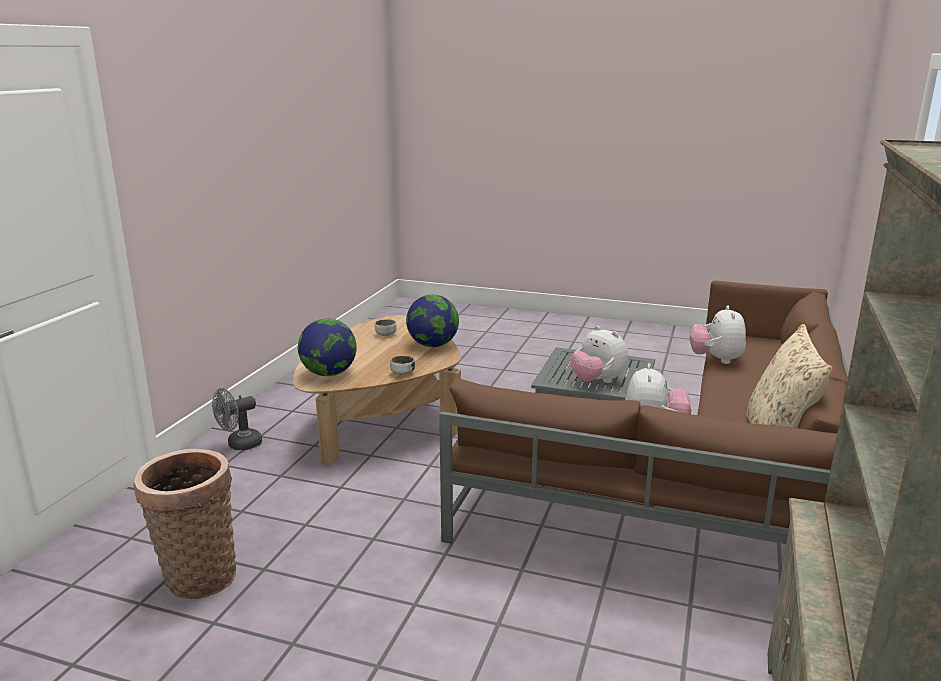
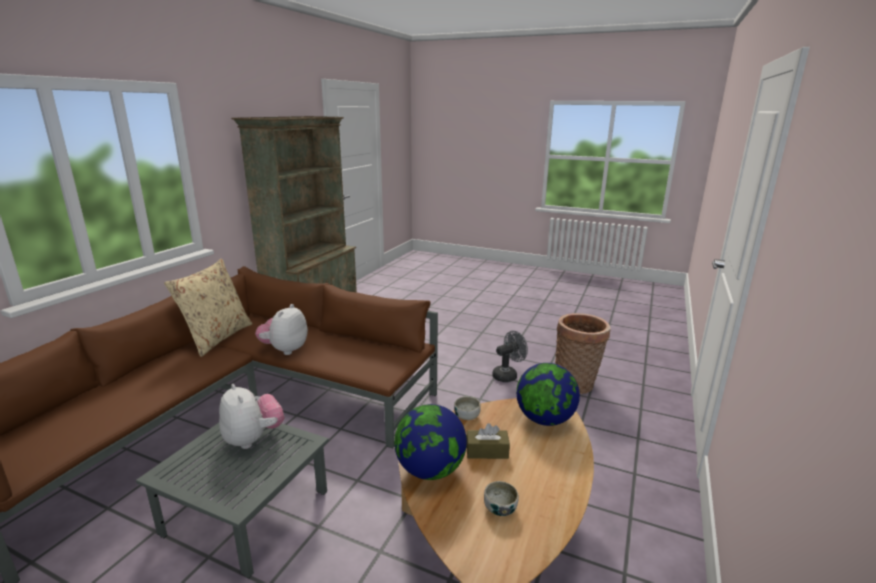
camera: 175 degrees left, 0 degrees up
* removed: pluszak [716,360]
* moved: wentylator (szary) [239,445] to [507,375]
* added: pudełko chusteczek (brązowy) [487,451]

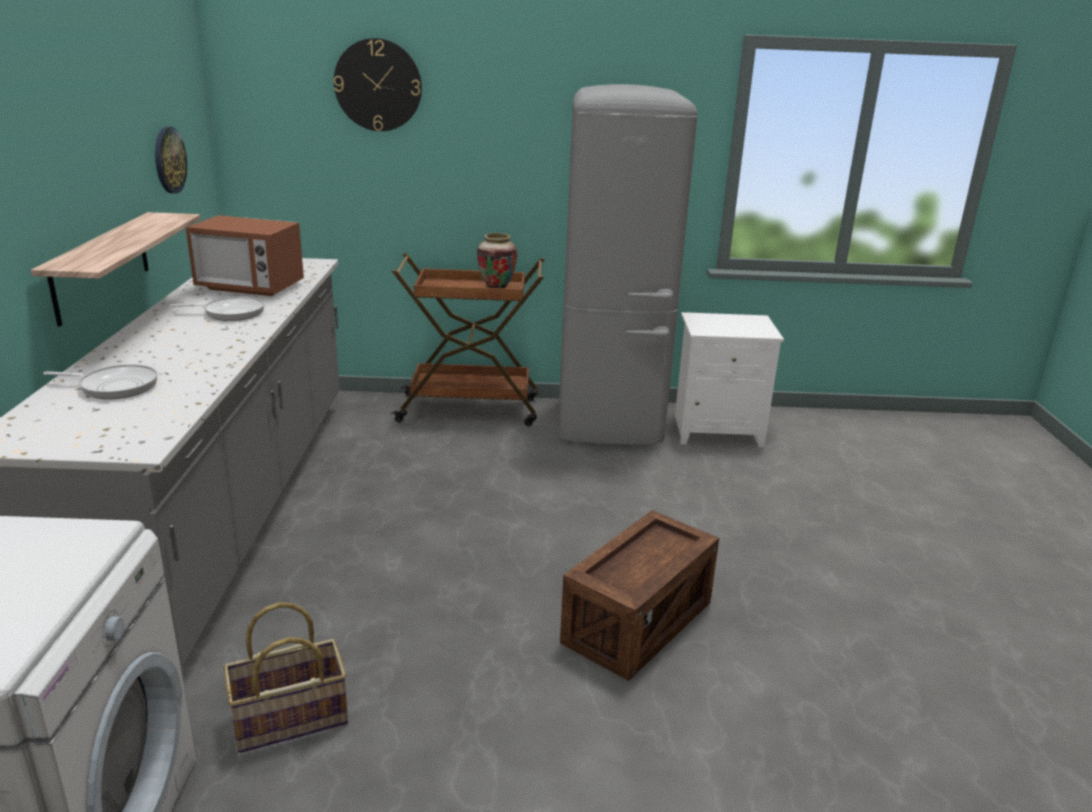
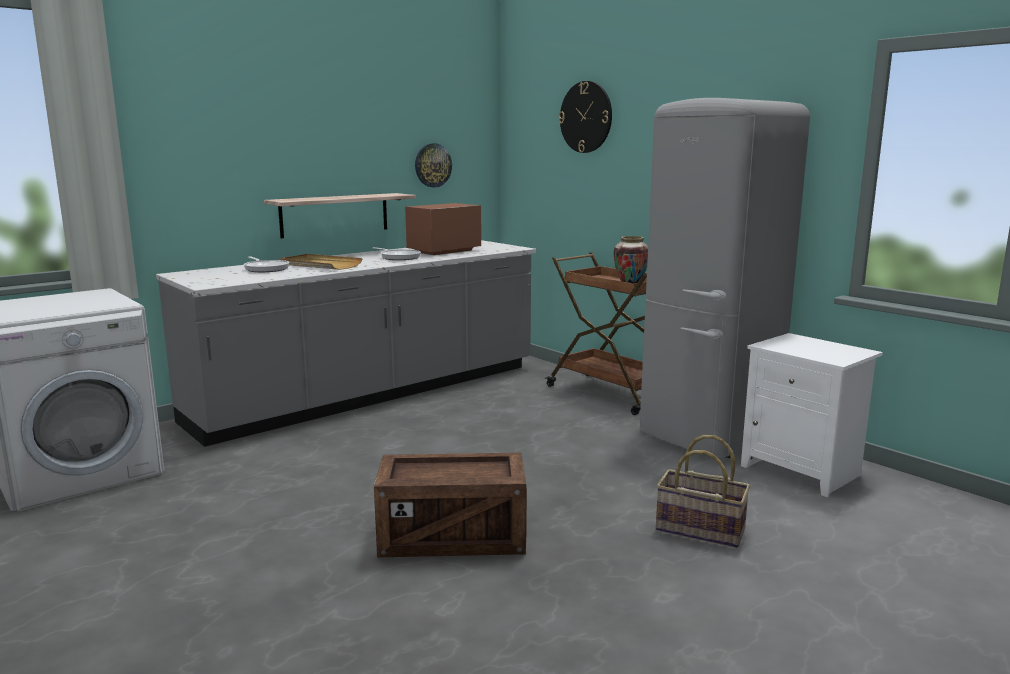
camera: 50 degrees right, 10 degrees down
* turned: mikrofalówka [250,287] = [444,251] 75 degrees clockwise
* moved: koszyk [290,720] to [699,530]
* added: taca (beżowy) [319,265]

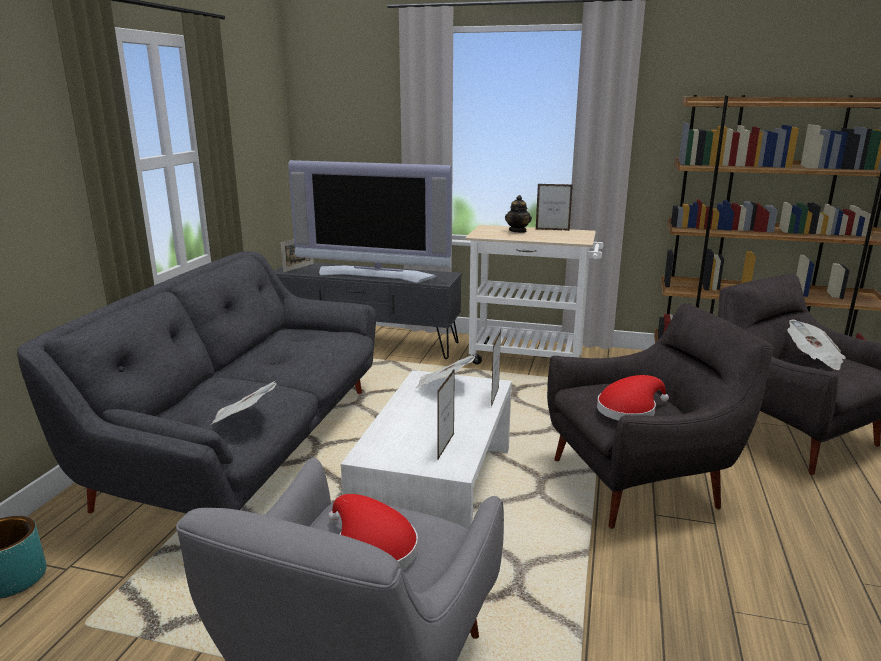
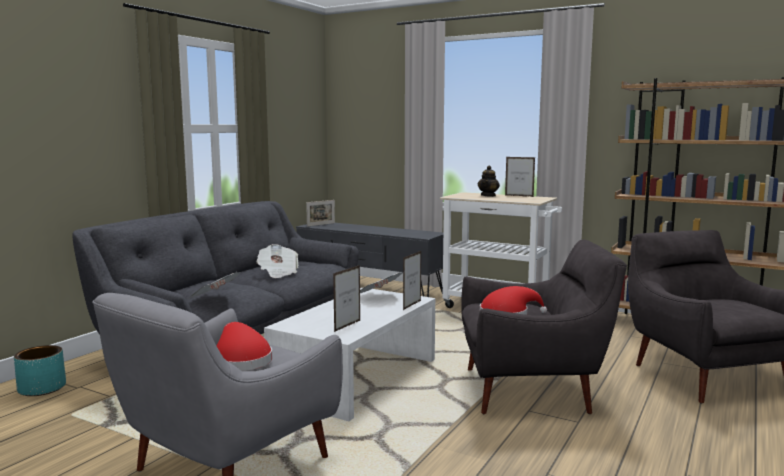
camera: 15 degrees right, 10 degrees down
* removed: telewizor [375,274]
* moved: gazeta [813,359] to [278,273]

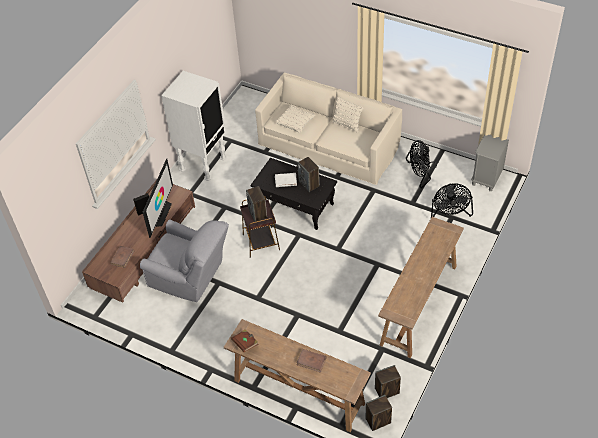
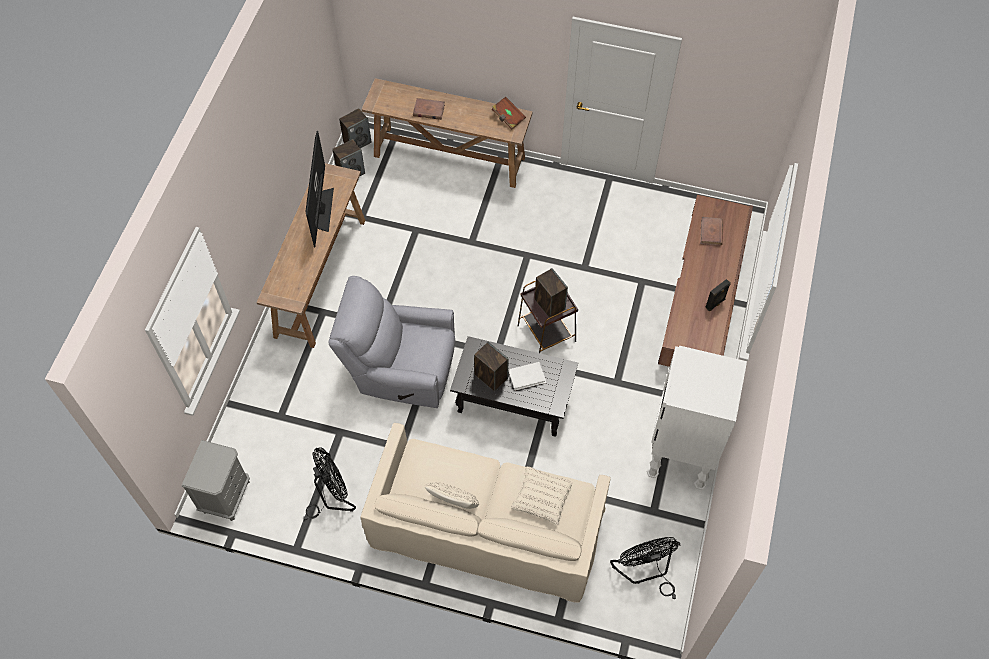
camera: 165 degrees right, 10 degrees up
* moved: telewizor [161,213] to [322,209]
* moved: wentylator (czarny) [448,212] to [648,570]
* moved: fotel (szary) [191,278] to [400,369]

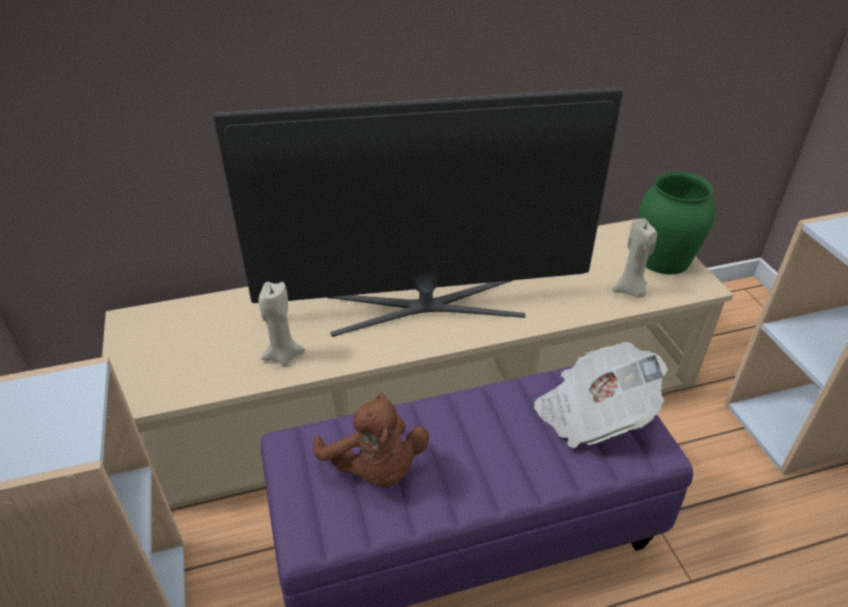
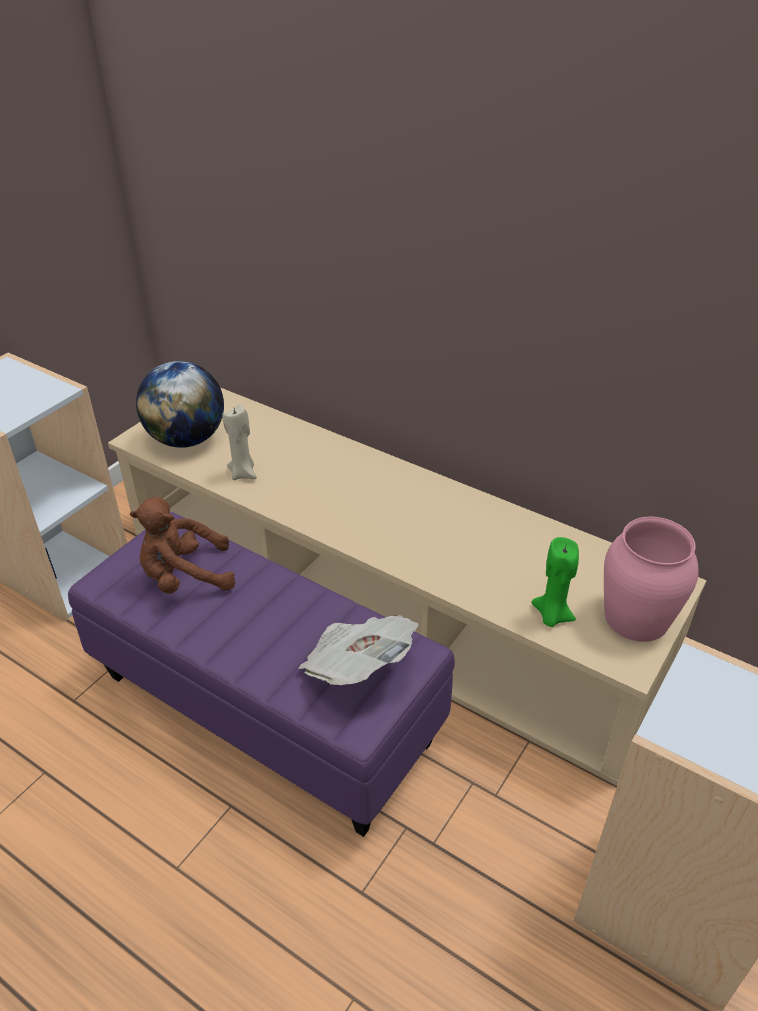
camera: 50 degrees right, 0 degrees up
* removed: telewizor [425,305]
* recoloured: wazon (zielony) [664,259] to wazon (różowy) [636,618]
* recoloured: świeca (beżowy) [630,291] to świeca (zielony) [551,616]
* turned: pluszak (brązowy) [375,469] = [185,577] 60 degrees clockwise
* added: globus [186,439]

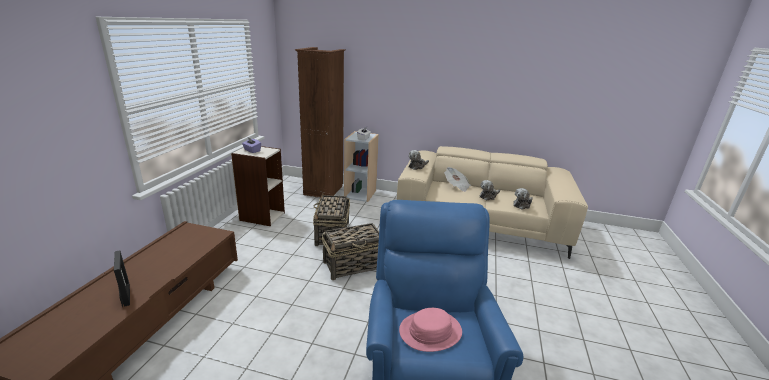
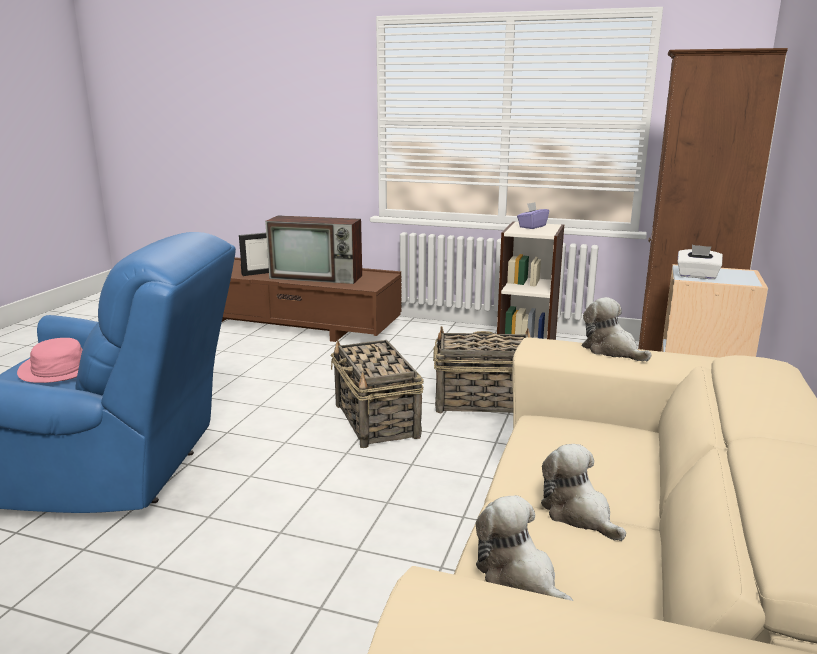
camera: 95 degrees right, 5 degrees down
* removed: gazeta [456,186]
* added: telewizor [318,277]

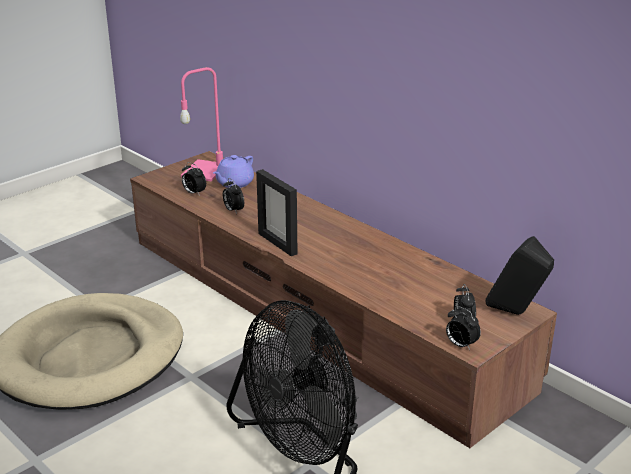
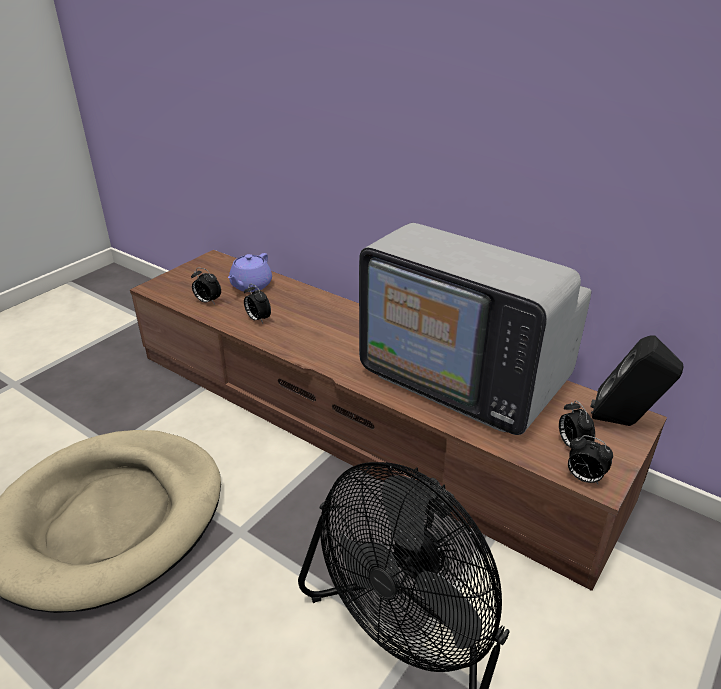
camera: 10 degrees left, 5 degrees up
* removed: lampa stołowa (różowy) [204,170]
* removed: ramka na zdjęcie [278,243]
* added: telewizor [464,378]

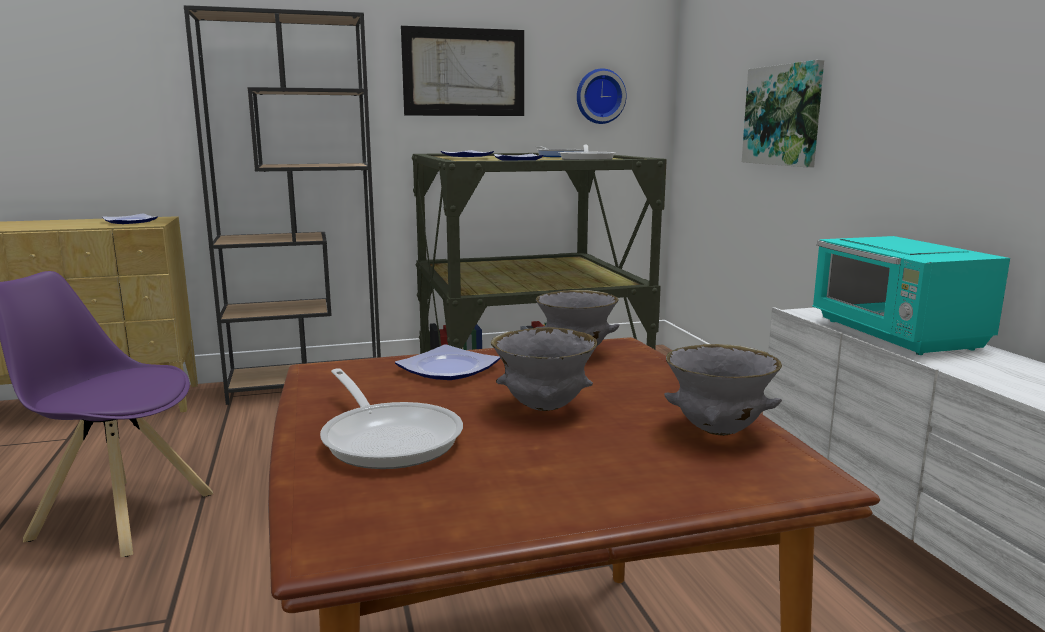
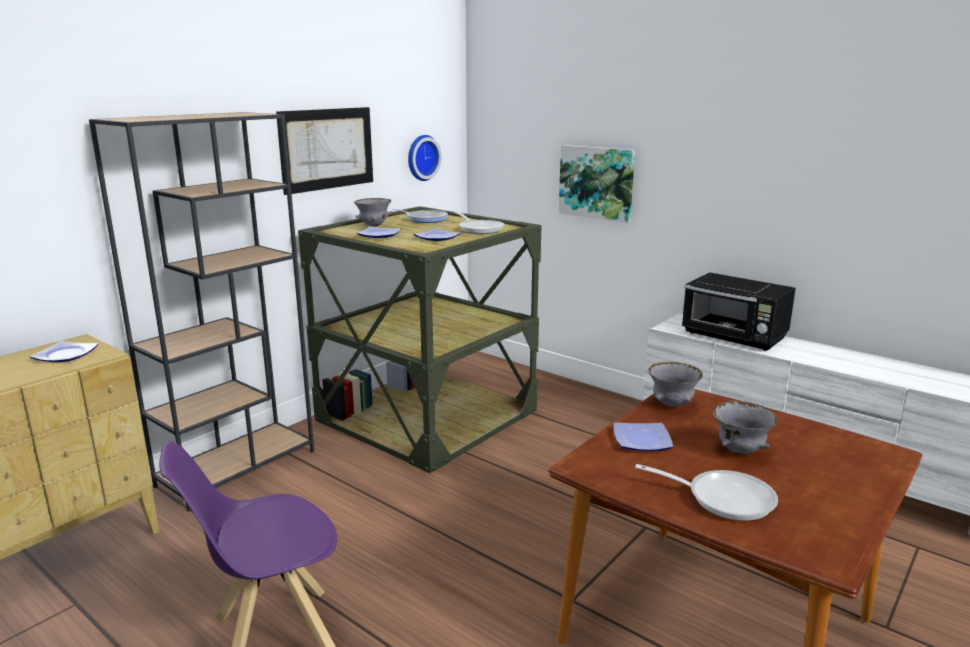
camera: 35 degrees left, 5 degrees up
* recoloured: mikrofalówka (turkusowy) [896,335] to mikrofalówka (czarny) [734,337]
* moved: miska (szary) [719,431] to [374,225]

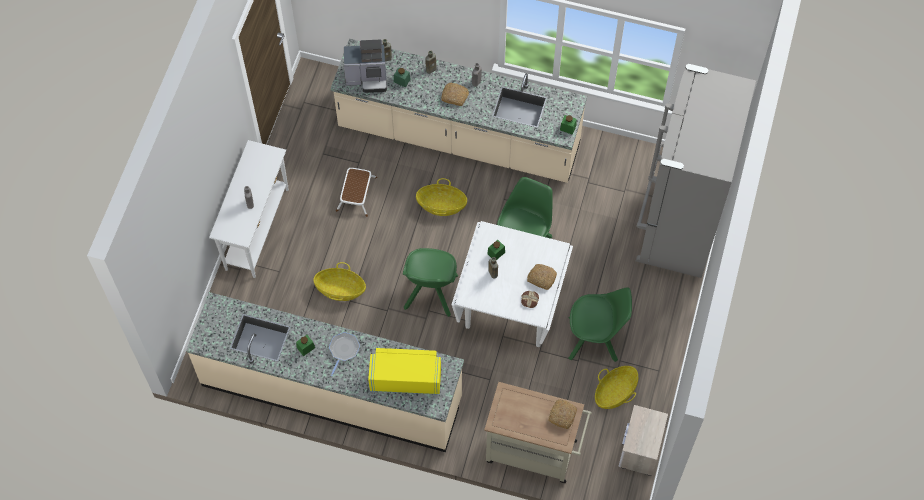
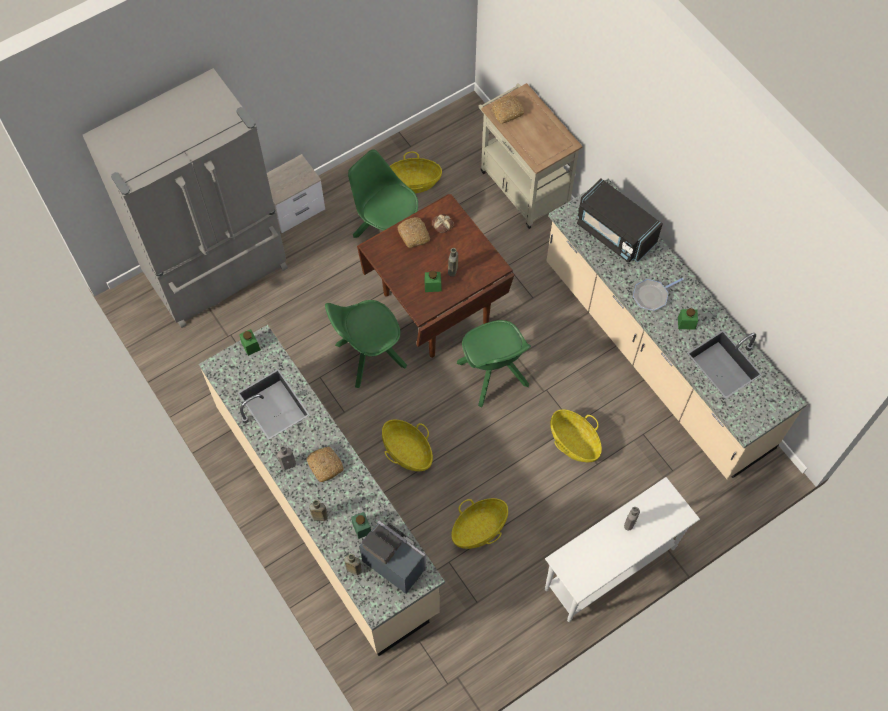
camera: 140 degrees left, 0 degrees up
* replaced: drabinka (brązowy) [357,194] to koszyk [479,528]
* recoloured: stół jadalny (biały) [510,309] to stół jadalny (brązowy) [435,308]
* turned: krzesło (zielony) [430,293] = [493,376] 105 degrees clockwise
* recoloured: mikrofalówka (żółty) [406,379] to mikrofalówka (czarny) [614,233]
* moved: szafka nocna [639,450] to [295,209]

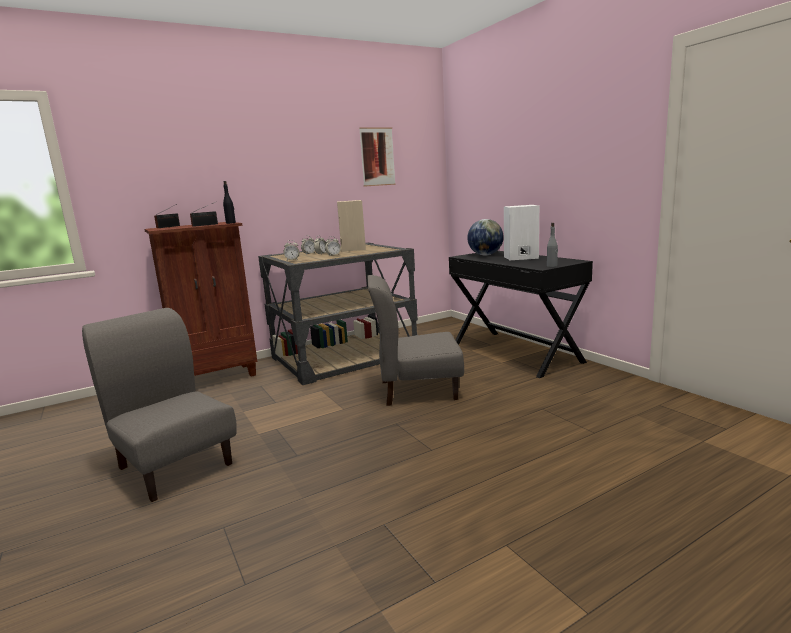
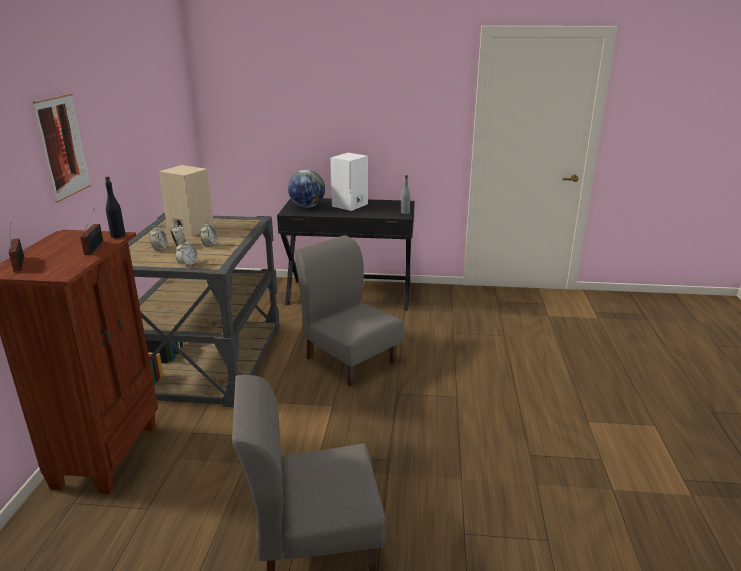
camera: 55 degrees left, 10 degrees up
* moved: obraz [377,157] to [63,147]
* turned: krzesło (szary) [417,390] = [350,359] 105 degrees clockwise

